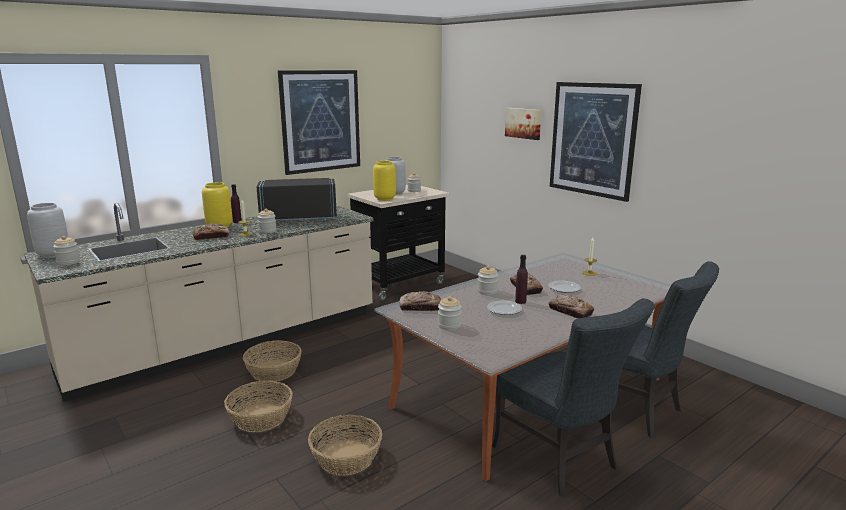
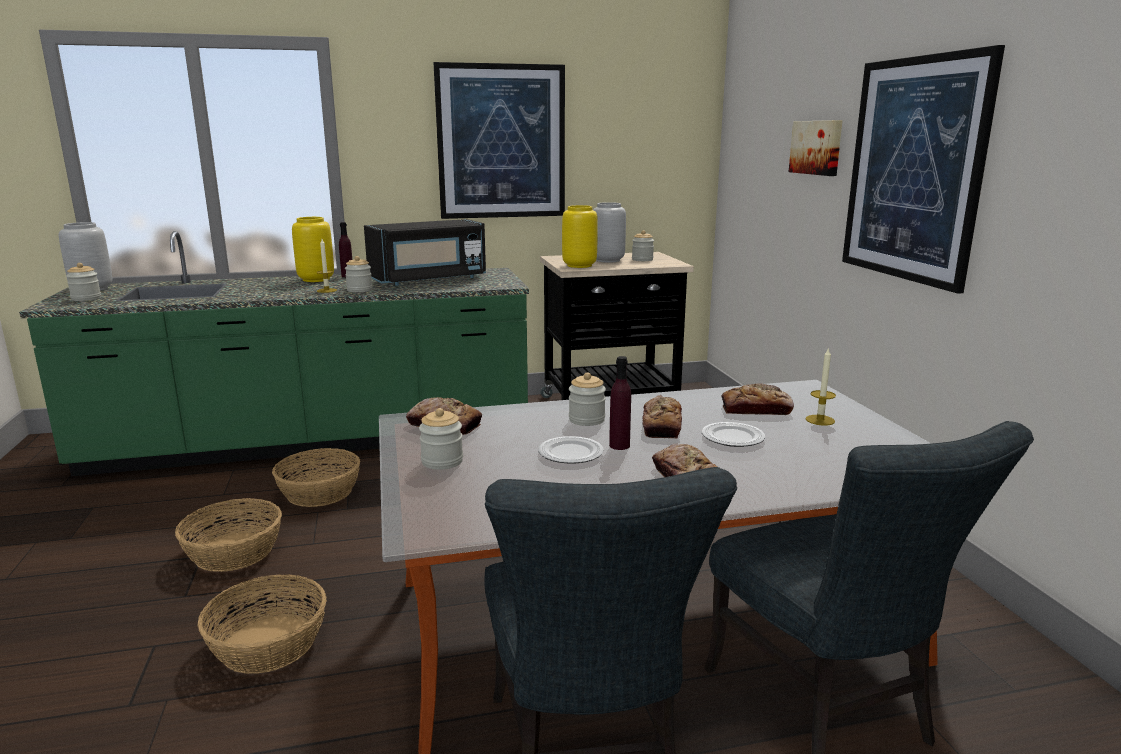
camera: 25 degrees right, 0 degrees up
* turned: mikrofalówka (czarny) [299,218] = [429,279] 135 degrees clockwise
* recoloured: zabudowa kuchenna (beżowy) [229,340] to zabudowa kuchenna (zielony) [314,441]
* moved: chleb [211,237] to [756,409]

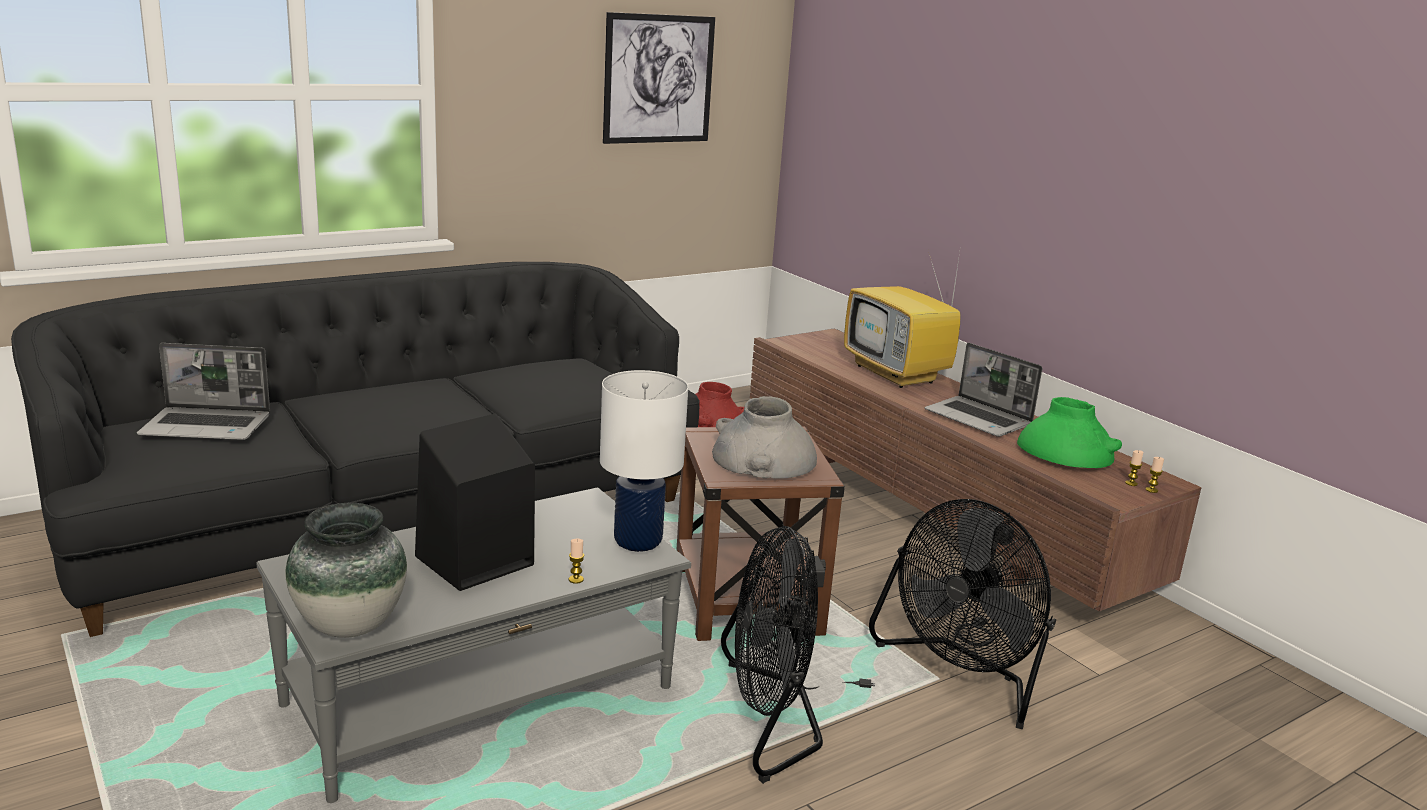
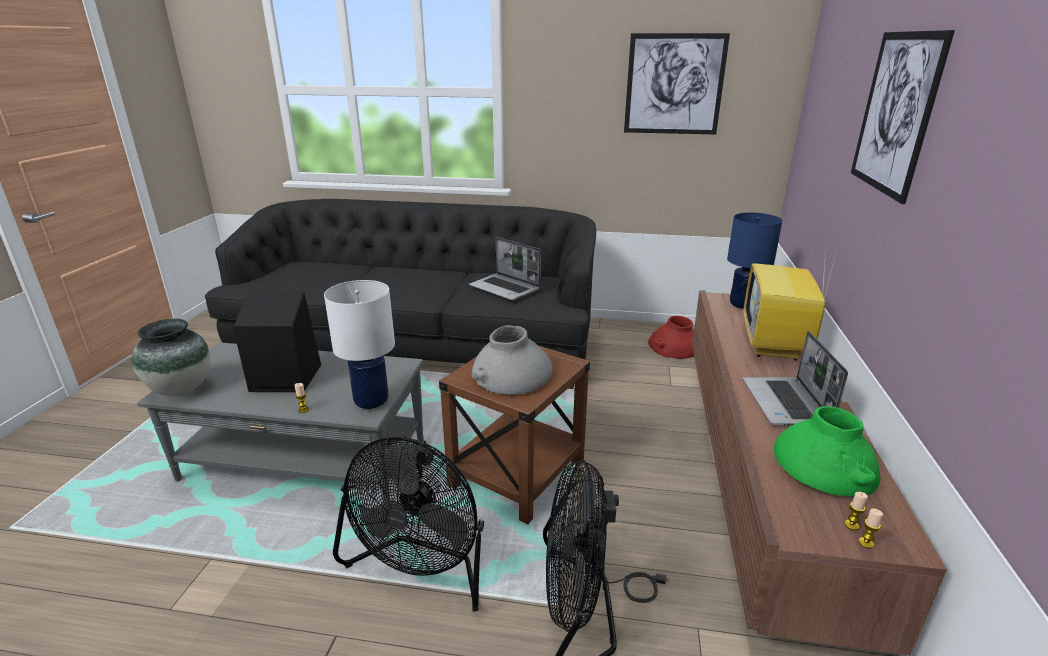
camera: 45 degrees right, 5 degrees up
* moved: laptop [208,426] to [505,288]
* turned: wentylator (czarny) [782,713] = [419,563] 105 degrees counterclockwise
* added: obraz [895,113]
* added: lampa stołowa (niebieski) [742,306]

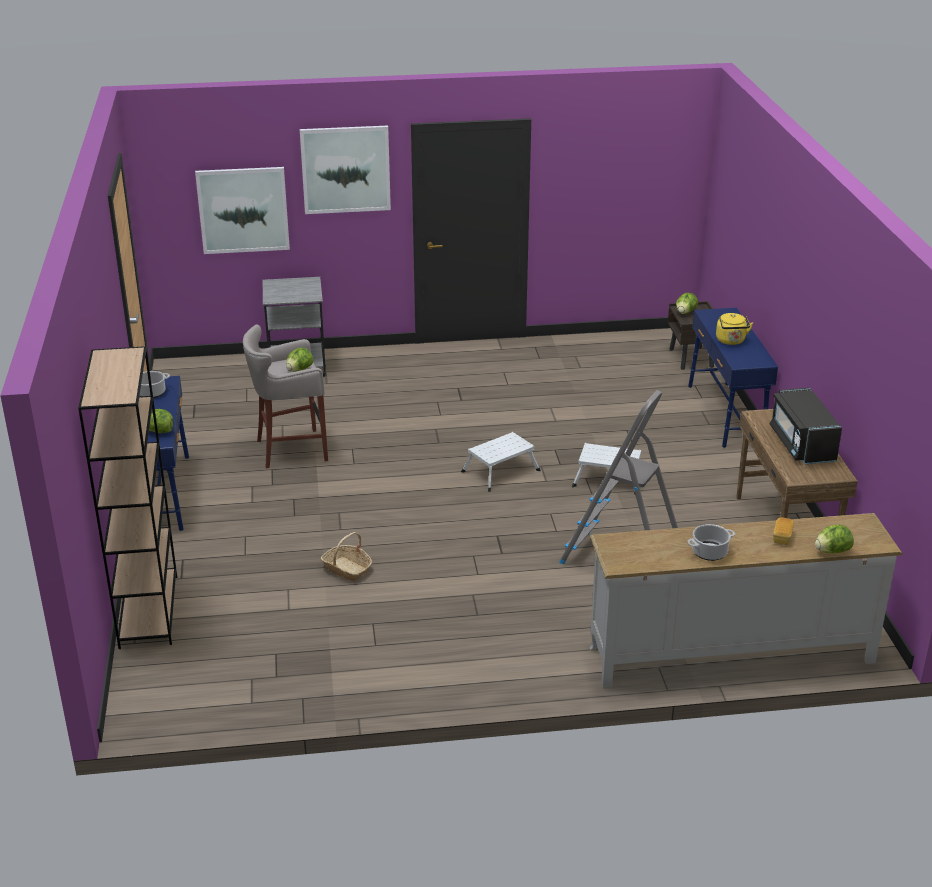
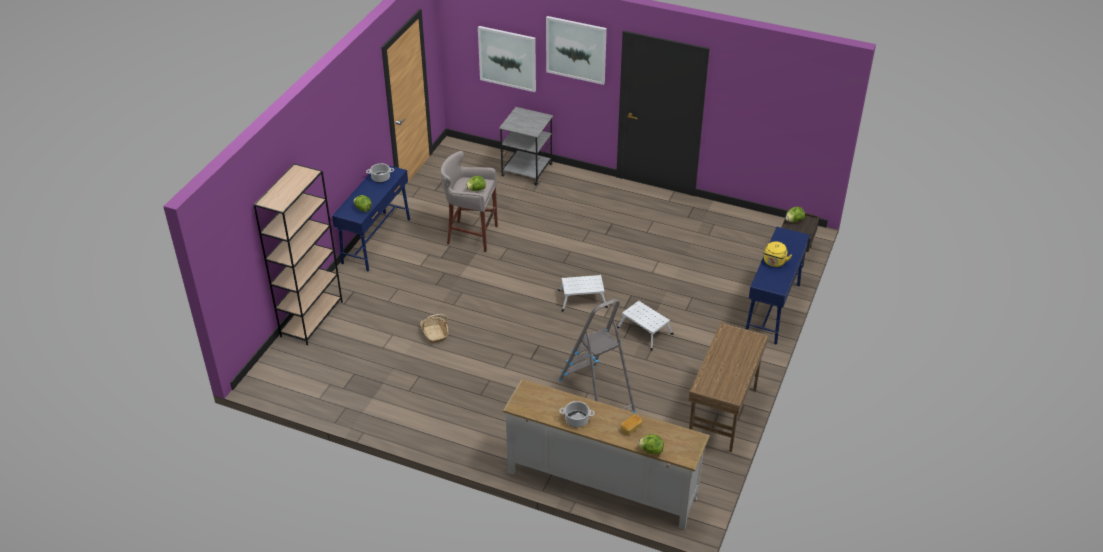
camera: 30 degrees right, 10 degrees up
* removed: mikrofalówka (czarny) [801,444]

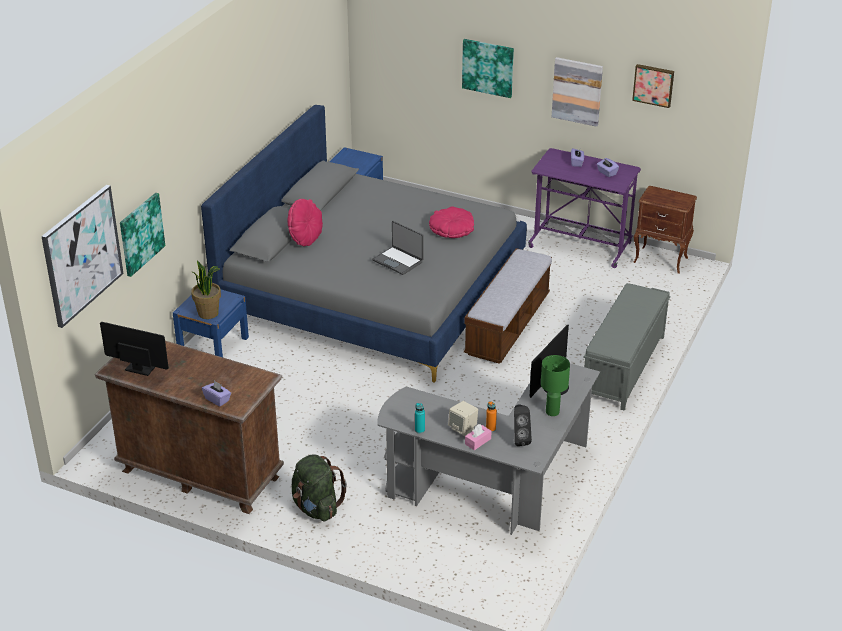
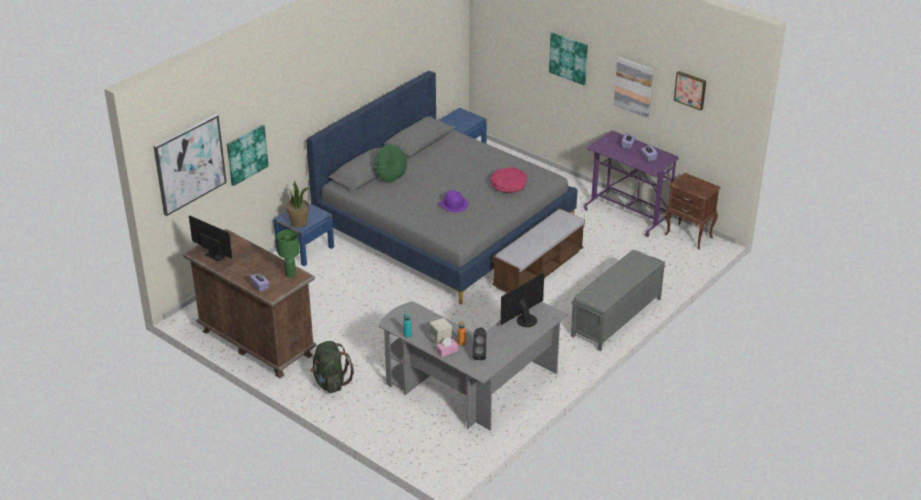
camera: 15 degrees right, 0 degrees up
* recoloured: poduszka (różowy) [306,240] to poduszka (zielony) [391,177]
* replaced: laptop [398,261] to kapelusz (fioletowy) [454,204]
* moved: lampa stołowa (zielony) [552,411] to [290,274]

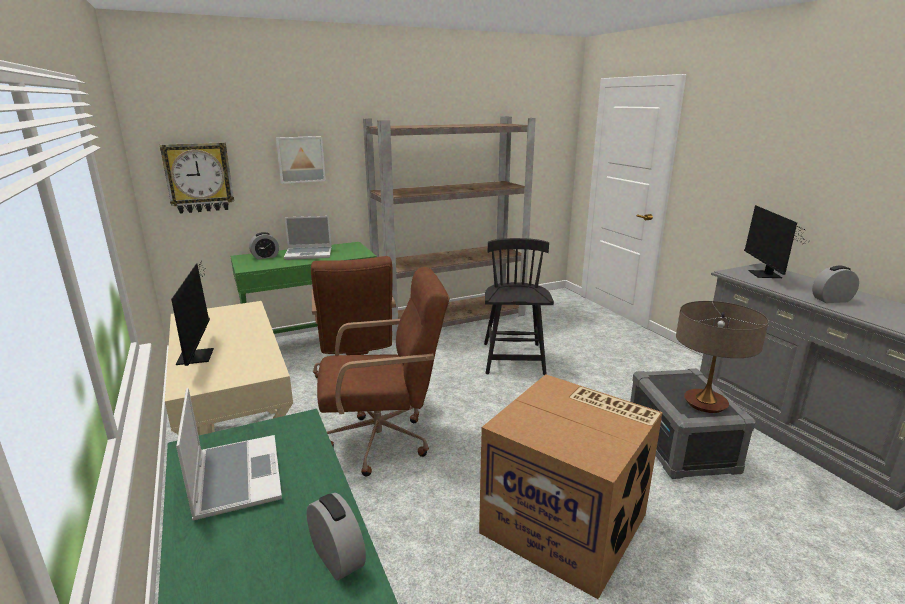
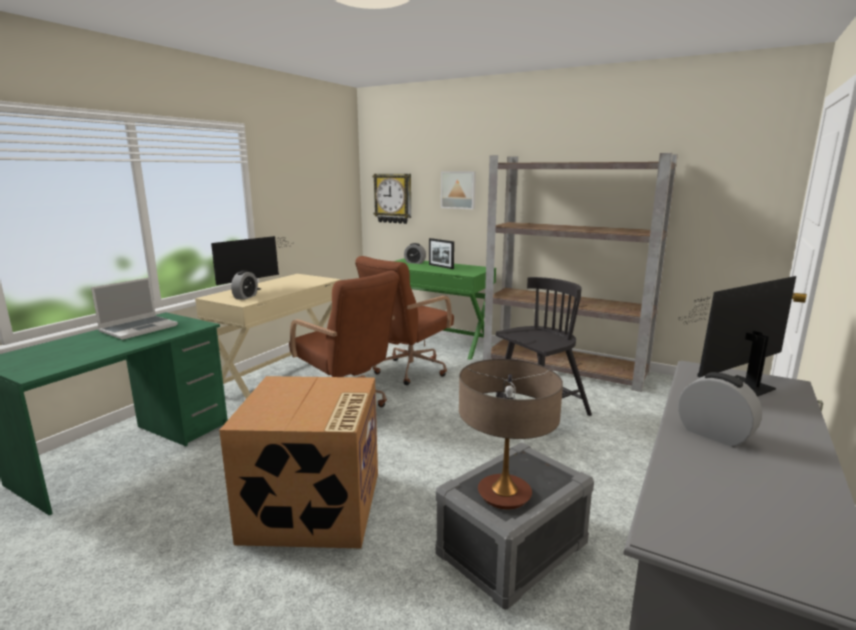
camera: 55 degrees right, 5 degrees down
* replaced: laptop [309,254] to ramka na zdjęcie [441,266]
* moved: budzik [337,558] to [245,297]

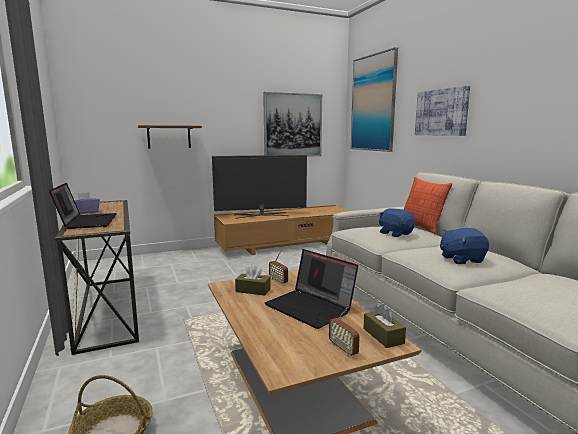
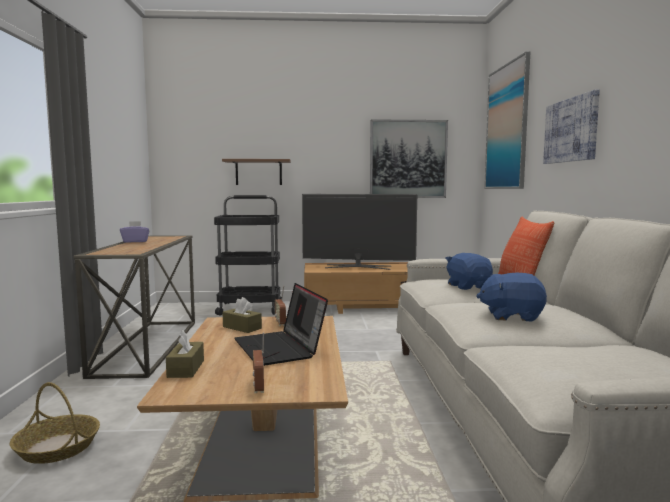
camera: 20 degrees right, 5 degrees down
* removed: laptop [87,222]
* moved: pudełko chusteczek (brązowy) [383,336] to [186,368]
* added: wózek (czarny) [249,309]

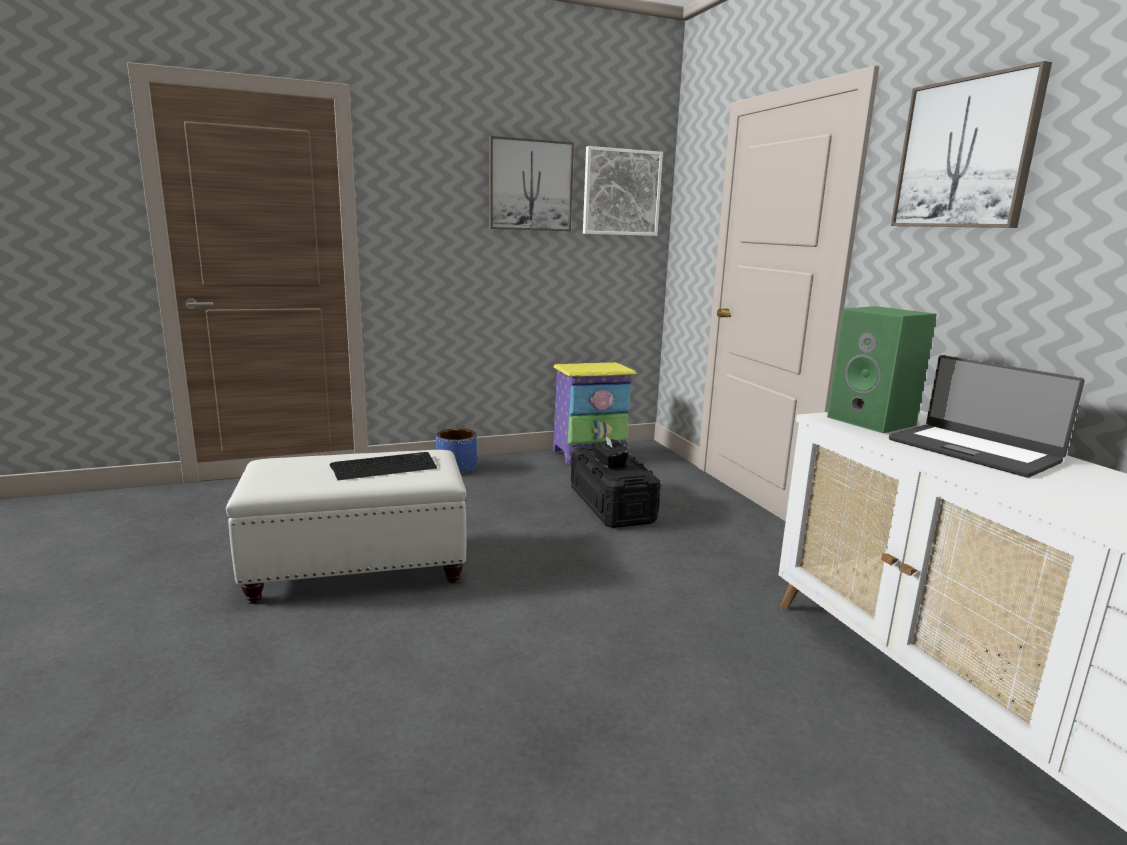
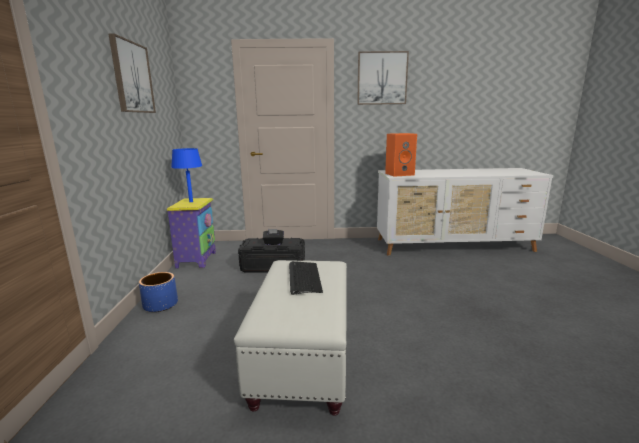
camera: 70 degrees left, 0 degrees up
* removed: obraz [621,192]
* recoloured: głośnik (zielony) [873,421] to głośnik (pomarańczowy) [400,174]
* removed: laptop [973,450]
* added: lampa stołowa (niebieski) [191,201]

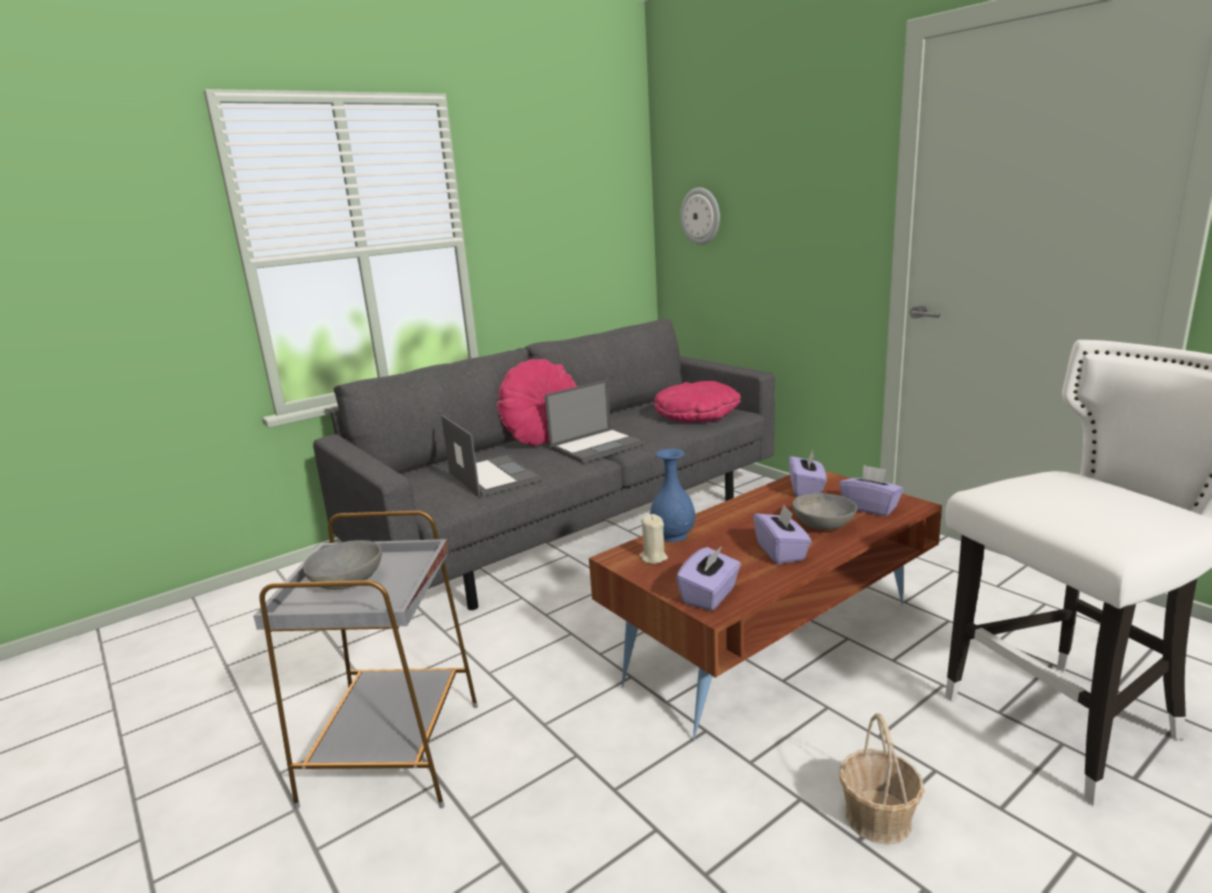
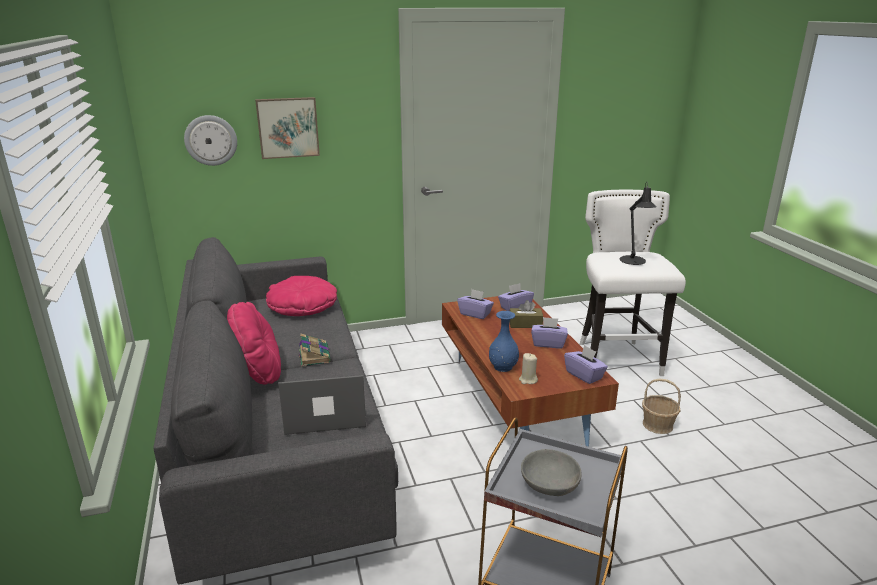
camera: 70 degrees left, 5 degrees up
* replaced: laptop [597,446] to książka [314,356]
* replaced: miska (szary) [824,525] to pudełko chusteczek (brązowy) [525,324]
* added: obraz [288,127]
* added: lampa stołowa (czarny) [633,261]

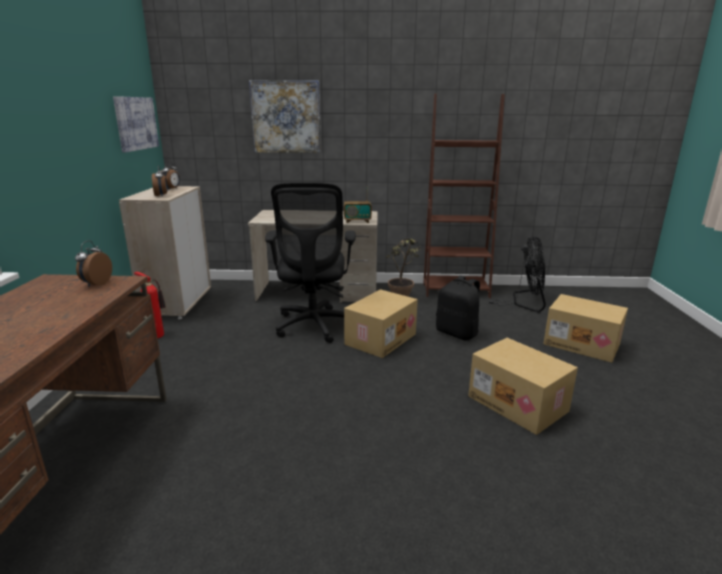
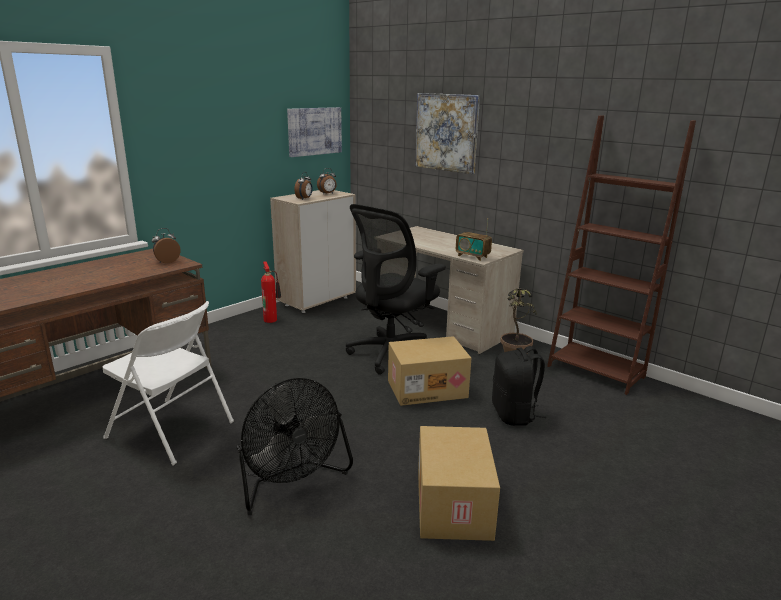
camera: 40 degrees right, 0 degrees up
* moved: wentylator (czarny) [523,301] to [286,482]
* removed: karton [582,344]
* added: krzesło (biały) [170,430]

